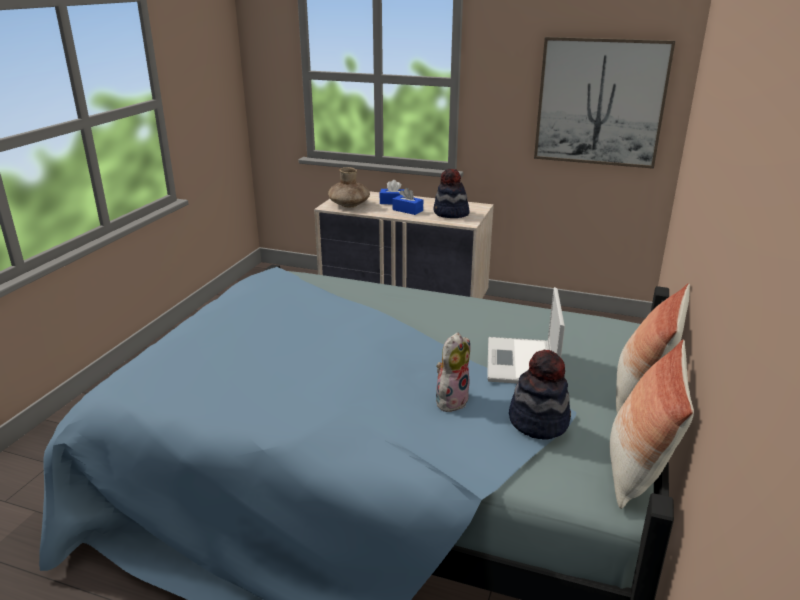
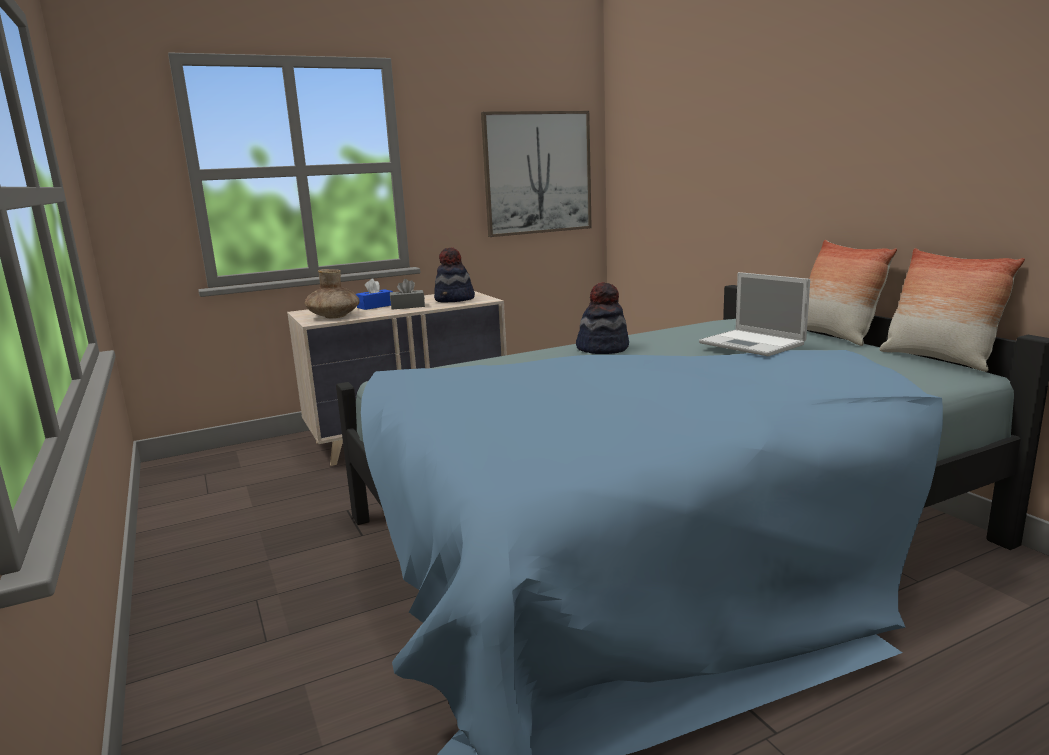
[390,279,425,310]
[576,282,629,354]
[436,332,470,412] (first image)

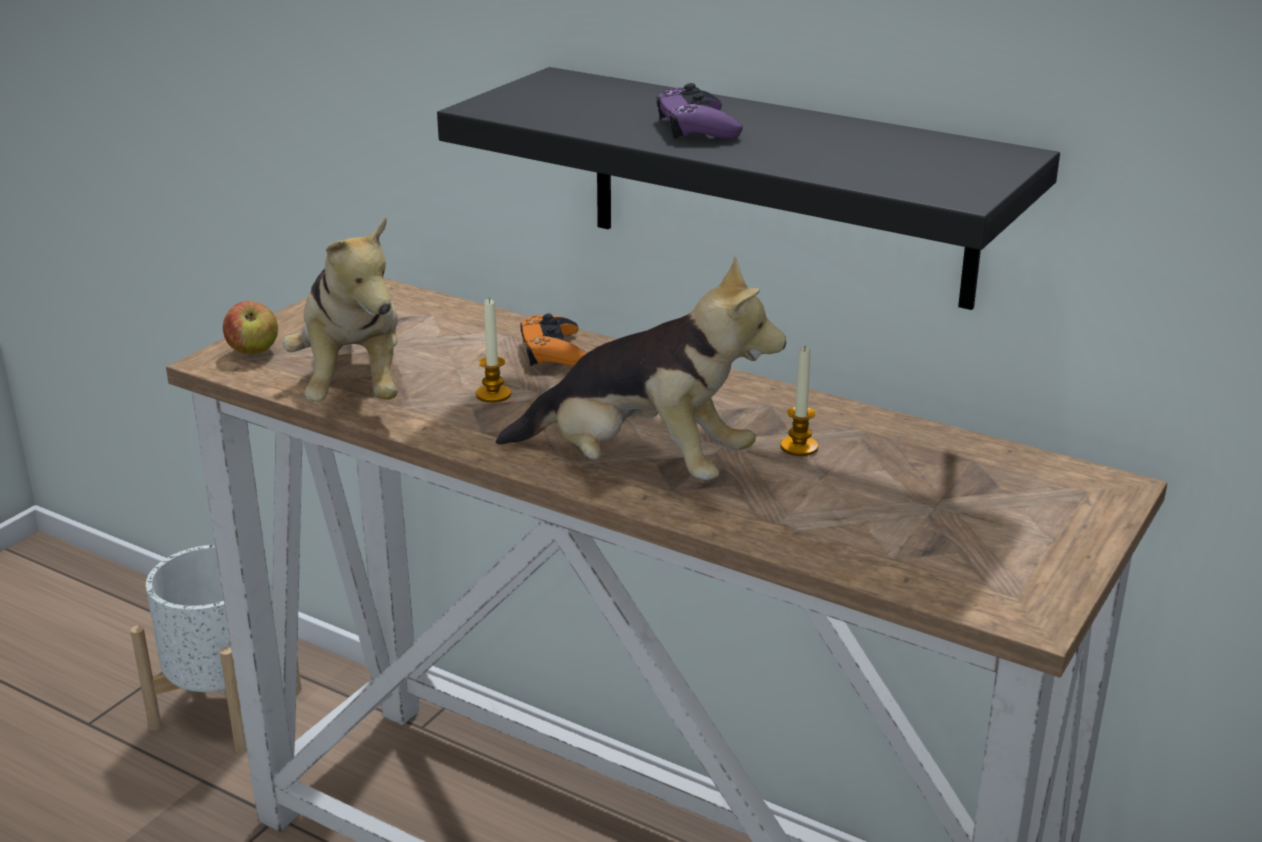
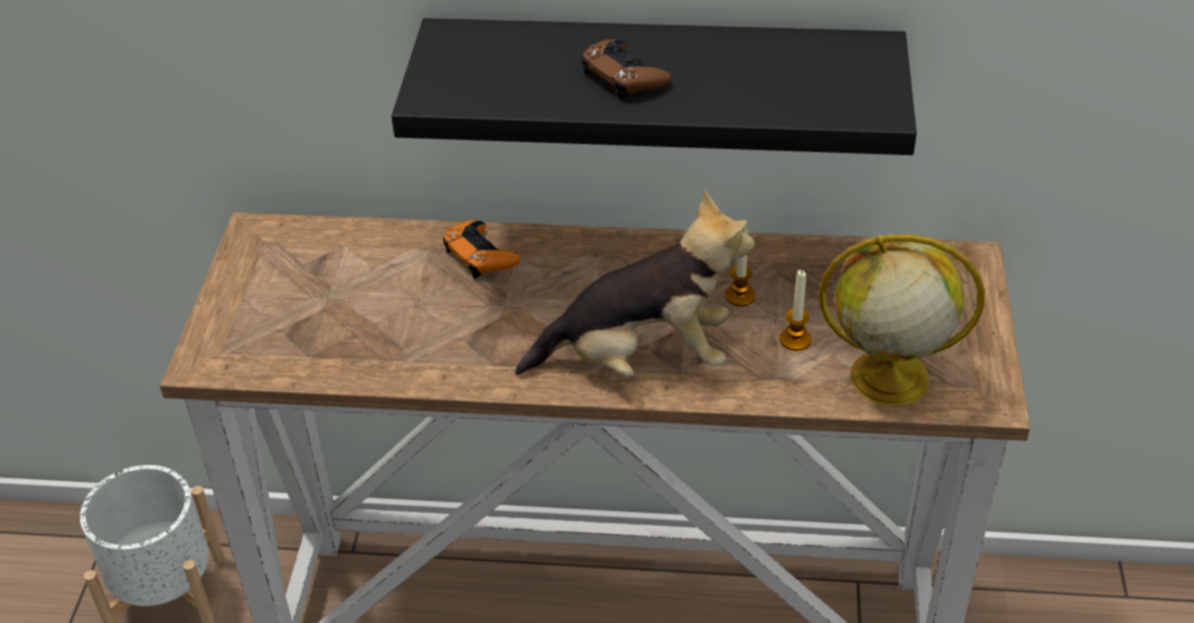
[581,39,671,100]
[780,270,811,351]
[819,234,985,406]
[223,301,278,354] (first image)
[282,217,398,401] (first image)

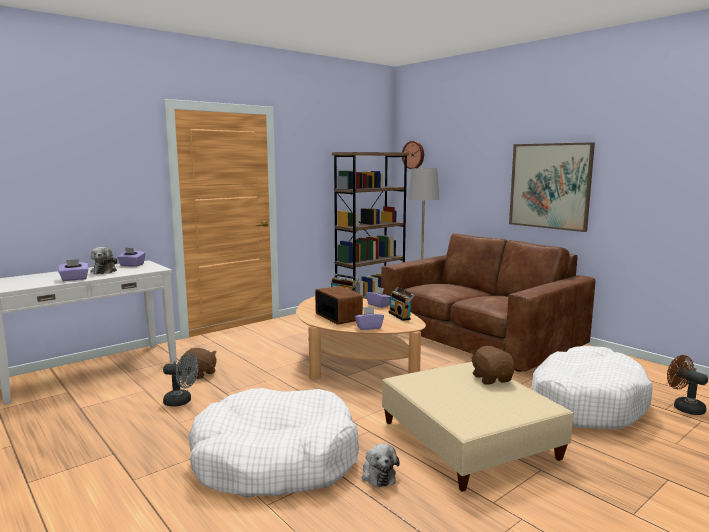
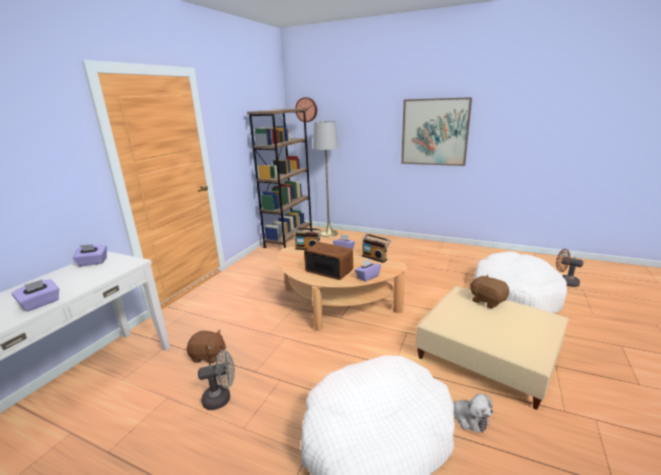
[91,247,117,274] (first image)
[381,233,595,372] (first image)

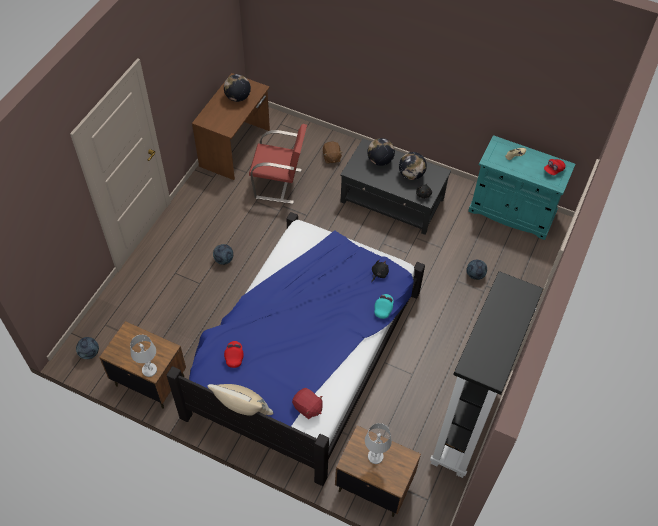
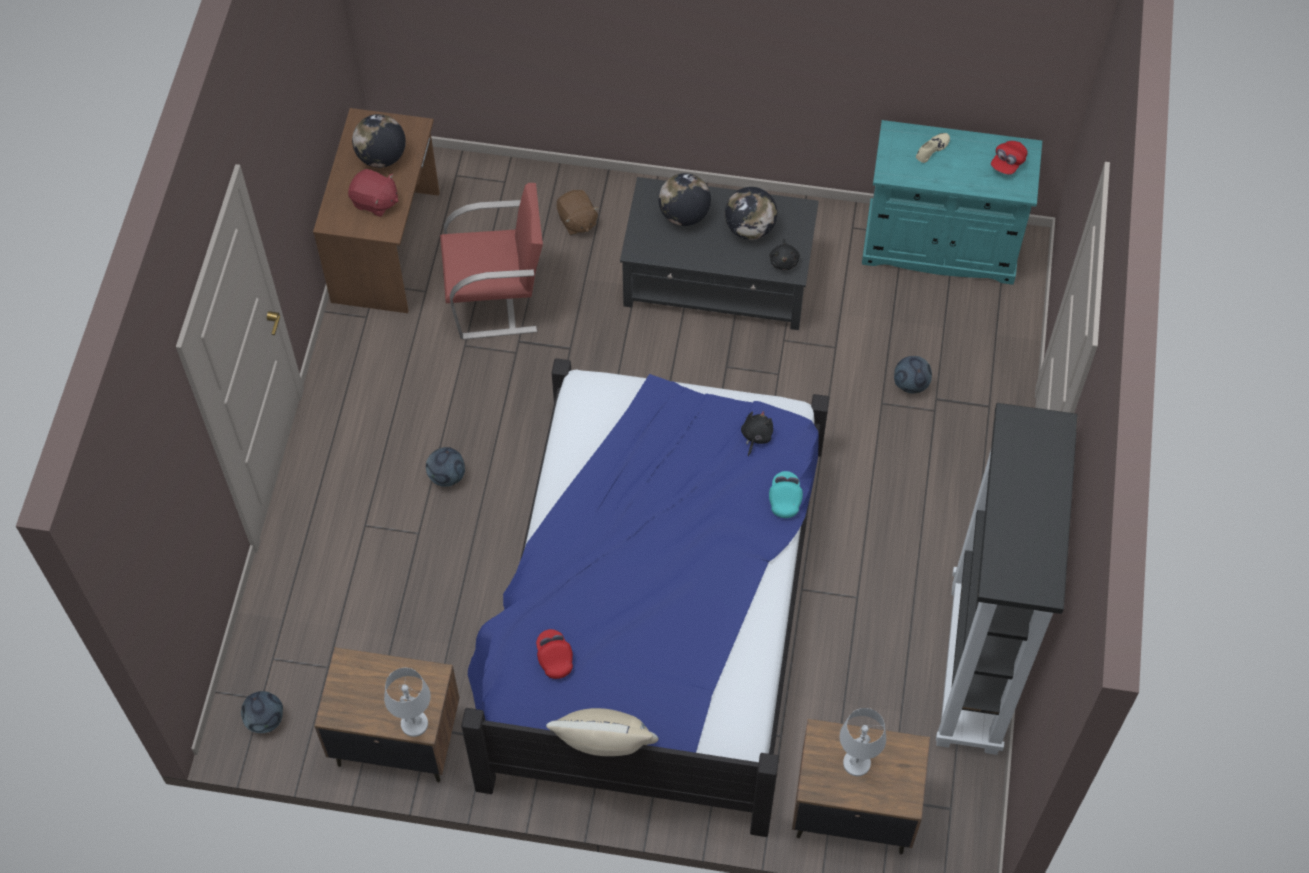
[348,169,399,217]

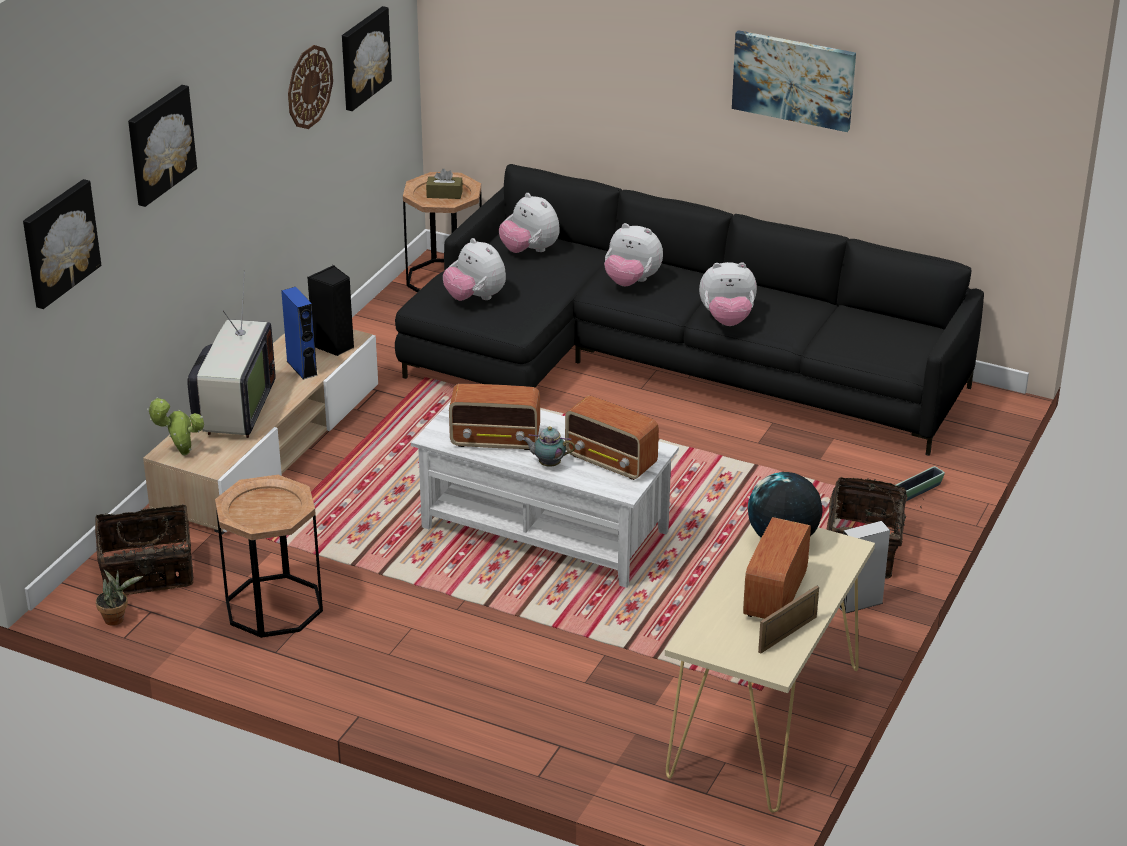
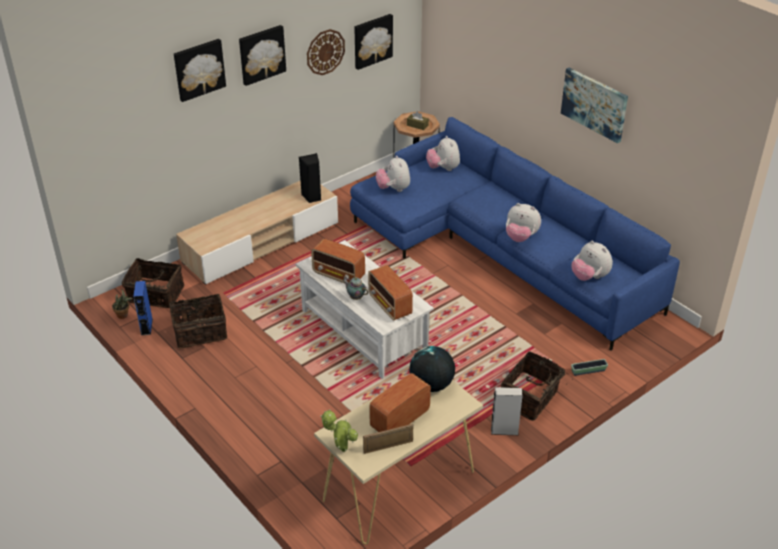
[133,281,153,335]
[169,294,227,348]
[239,25,286,86]
[320,410,358,452]
[350,117,680,351]
[571,241,613,281]
[187,270,275,438] (first image)

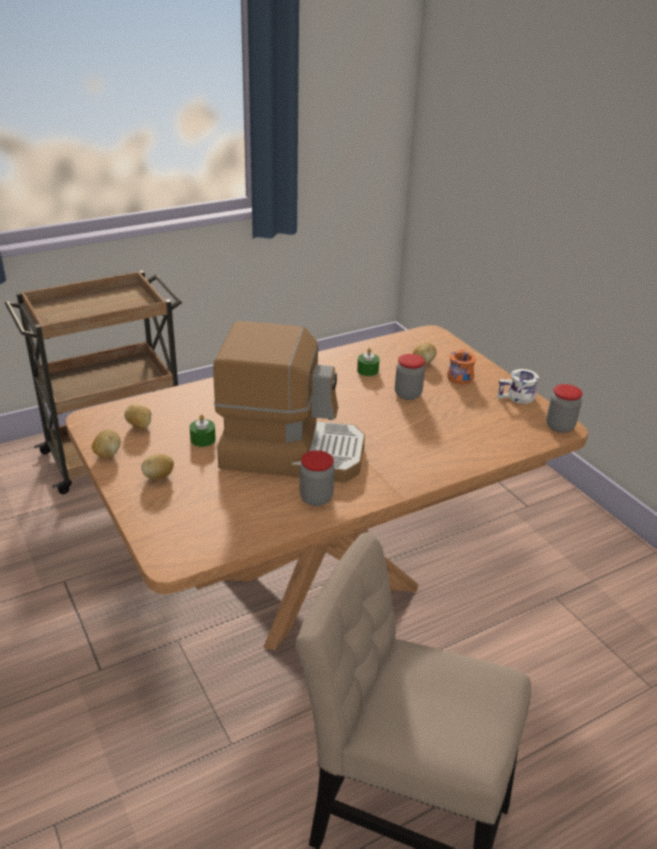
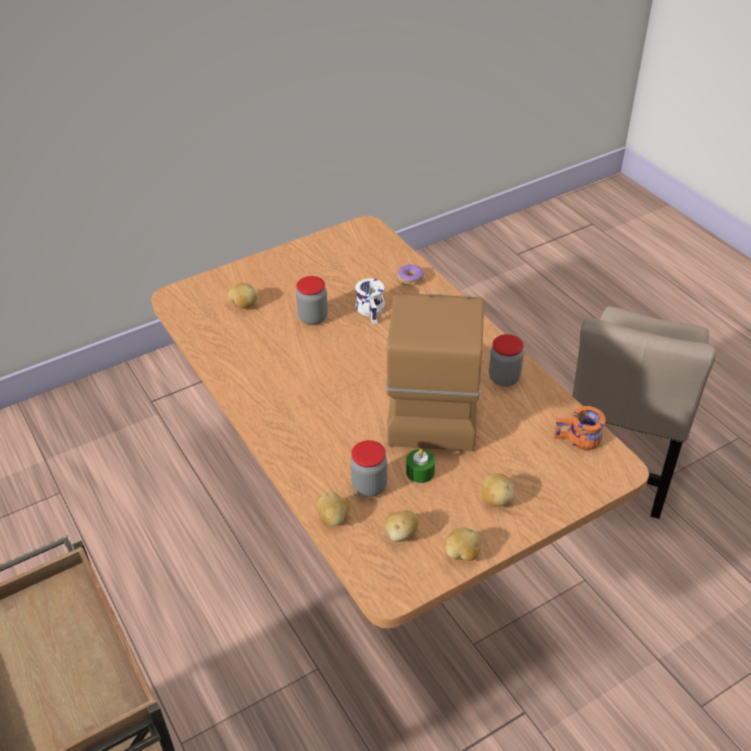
[317,492,350,526]
[350,440,387,497]
[355,278,385,324]
[398,264,424,286]
[554,406,606,450]
[357,348,380,376] (first image)

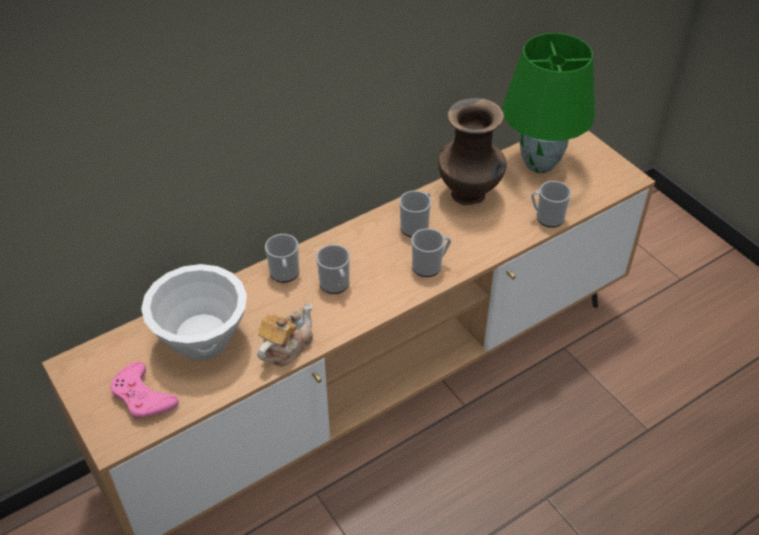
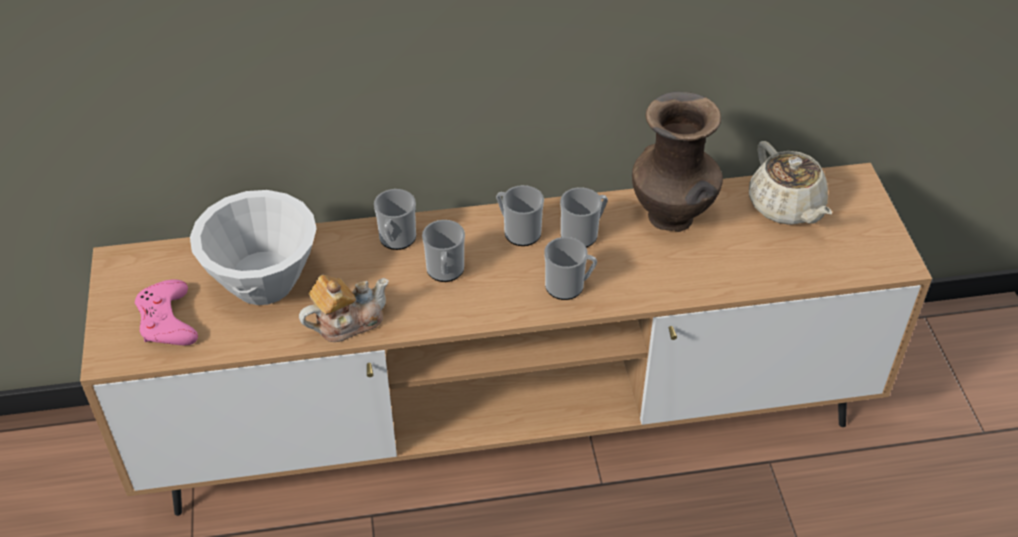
[496,185,544,246]
[749,141,832,225]

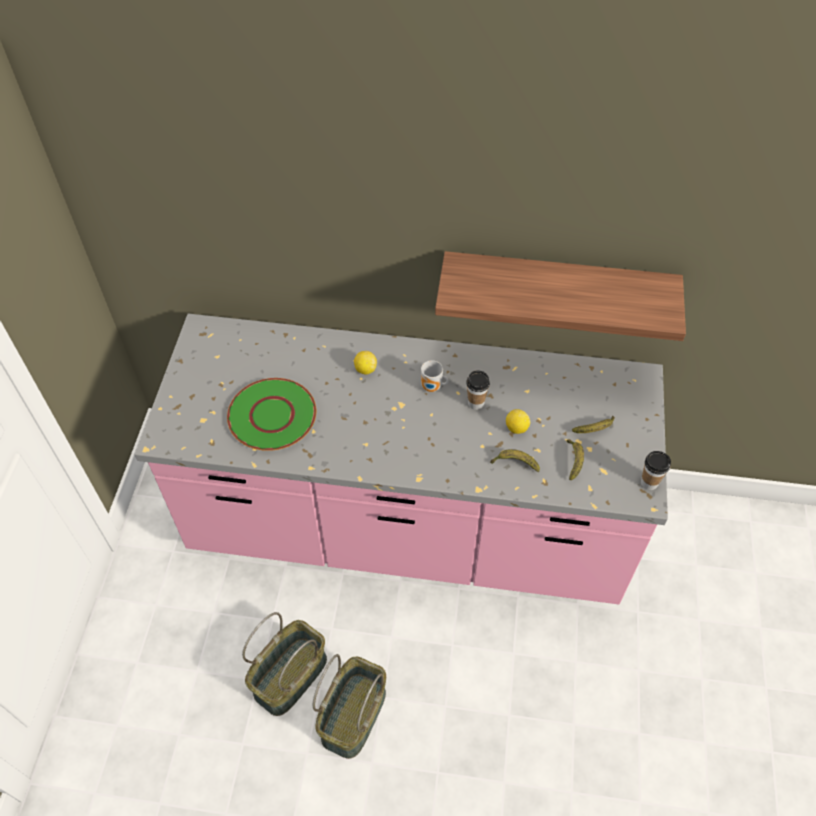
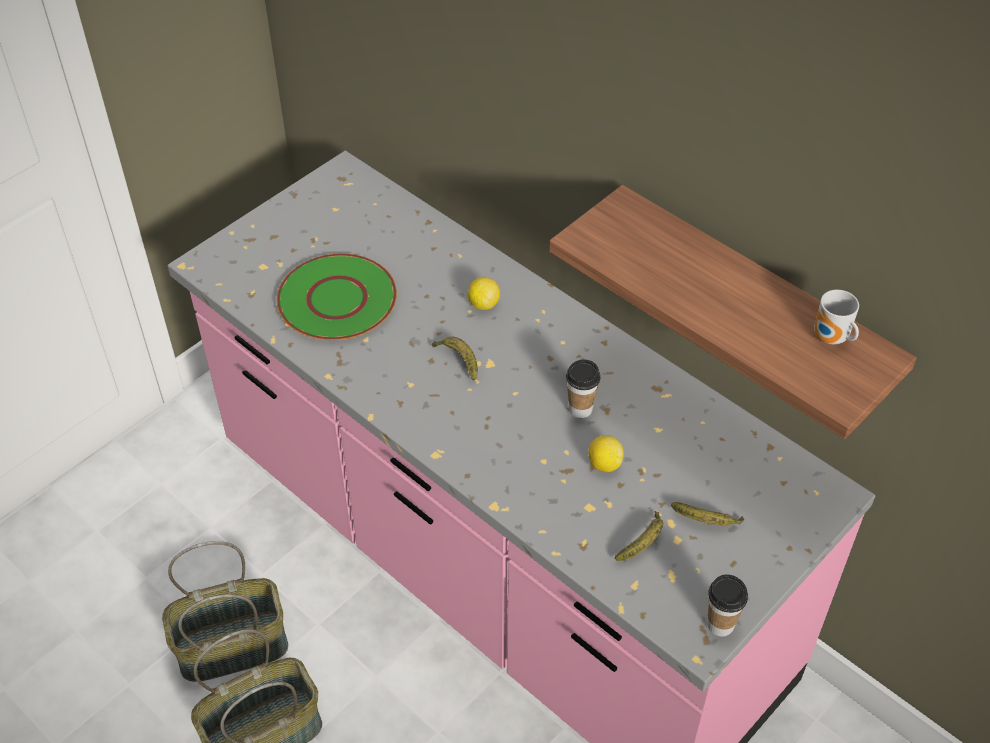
[431,337,478,381]
[814,290,859,344]

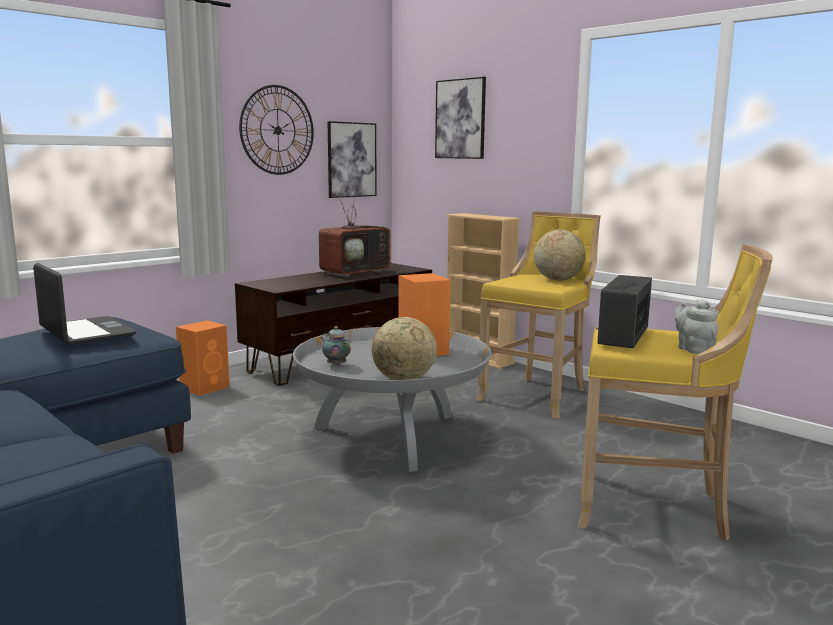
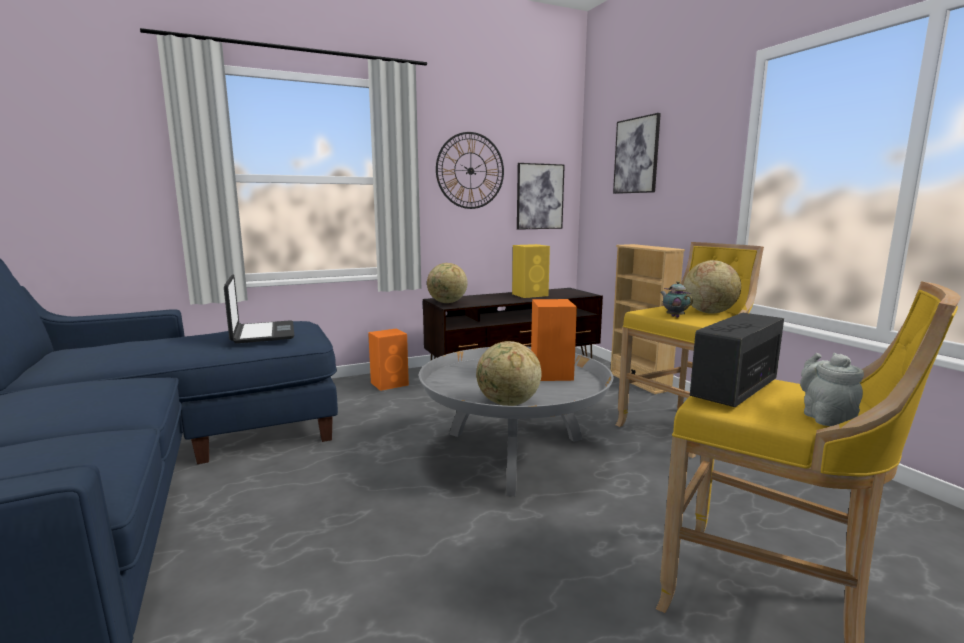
[427,263,467,303]
[512,244,550,298]
[660,281,693,318]

